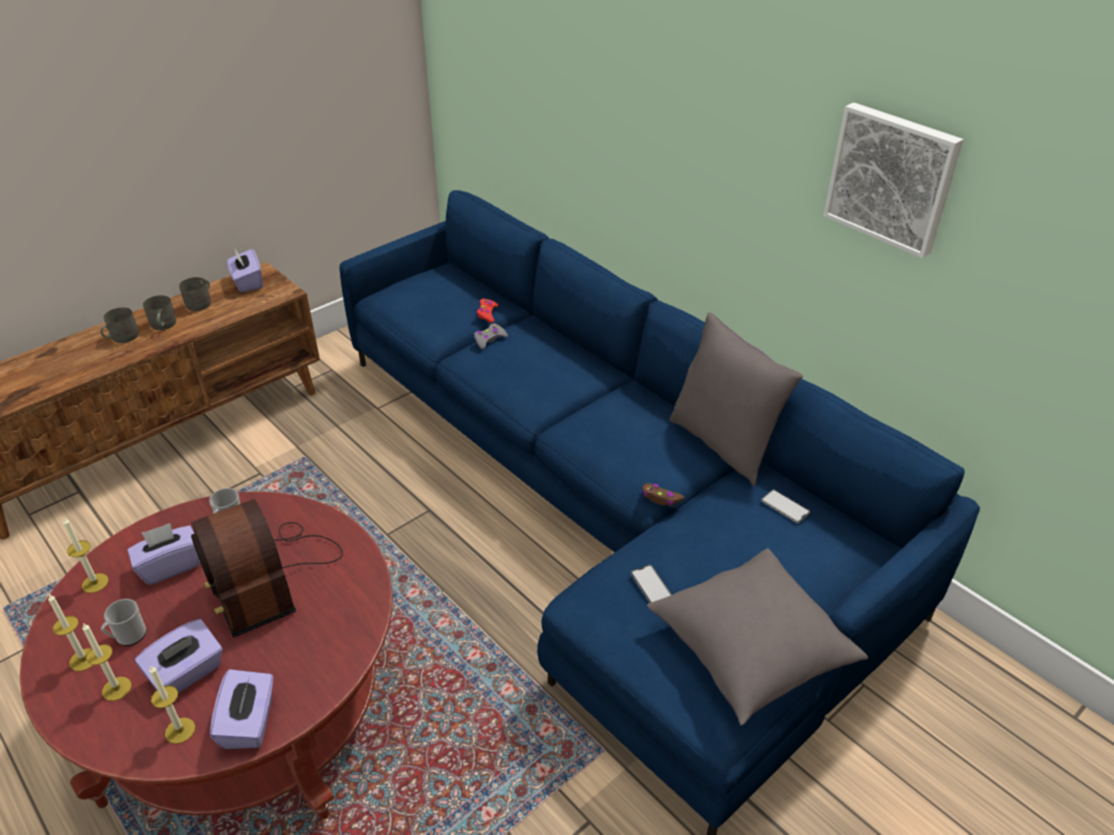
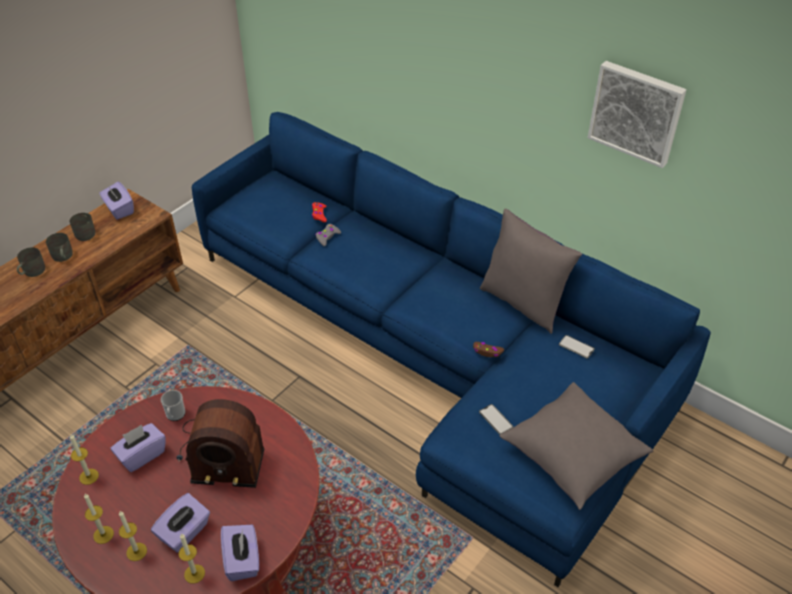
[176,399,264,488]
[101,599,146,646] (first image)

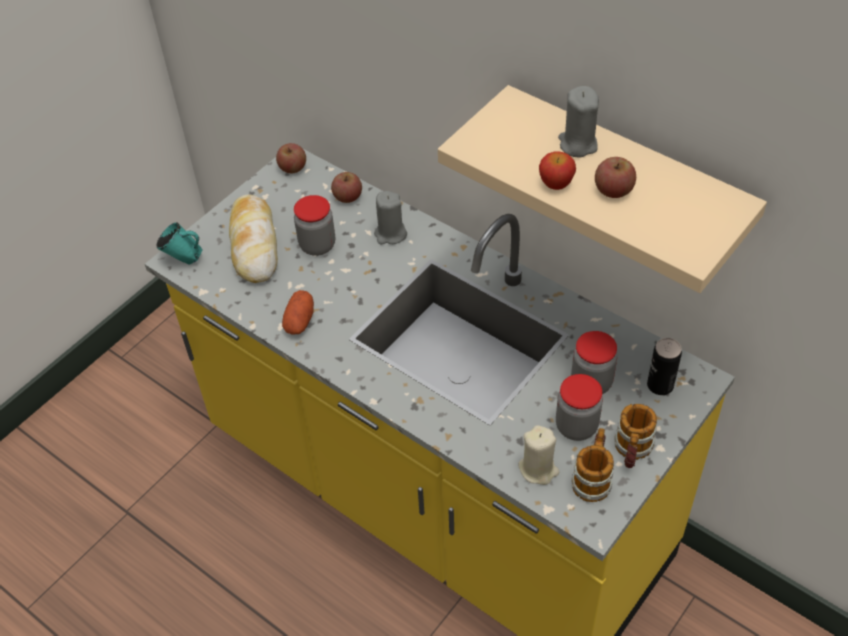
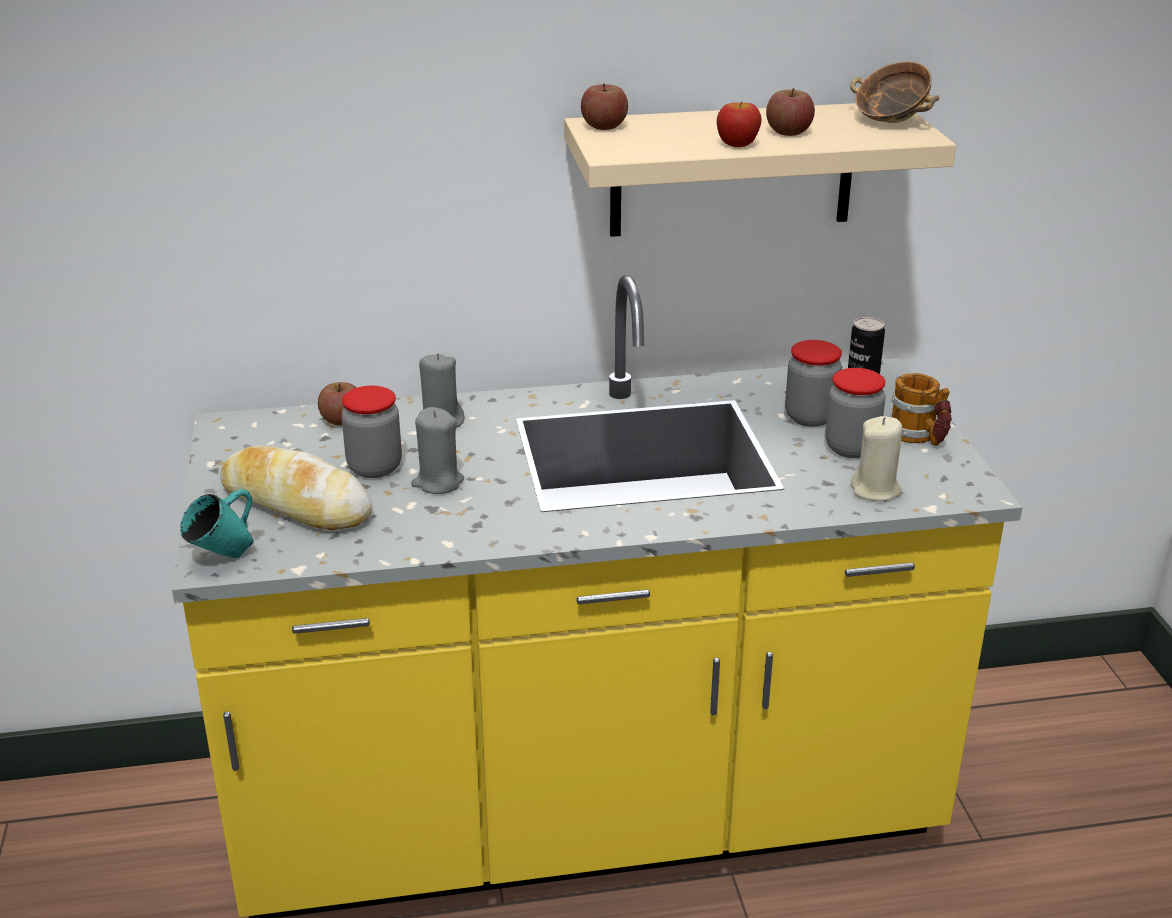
[411,407,464,494]
[581,84,628,130]
[850,62,939,123]
[282,290,314,335] (first image)
[571,428,614,502] (first image)

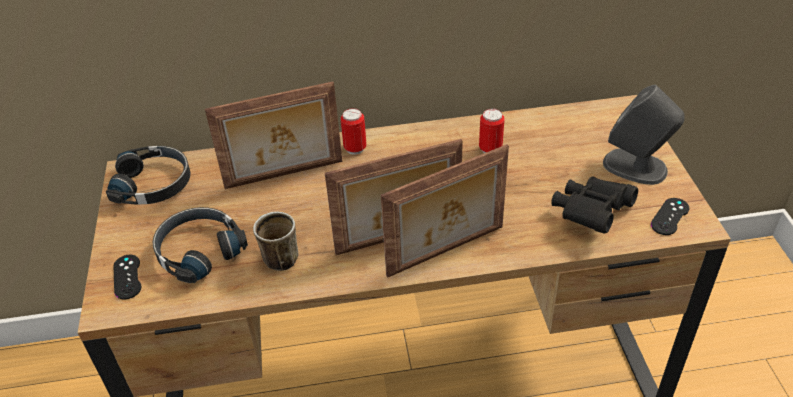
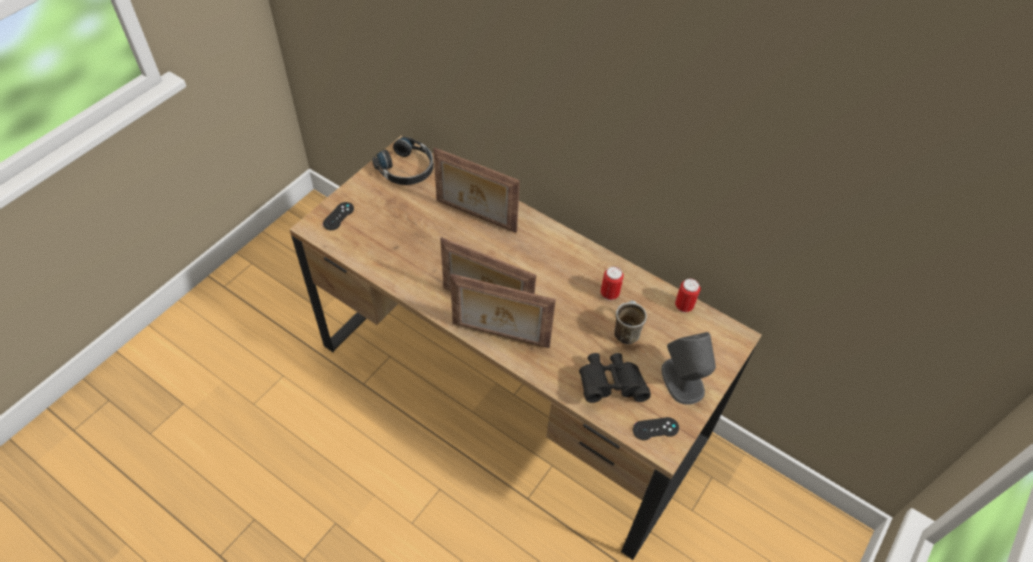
[614,300,647,344]
[675,278,701,313]
[153,207,248,283] (first image)

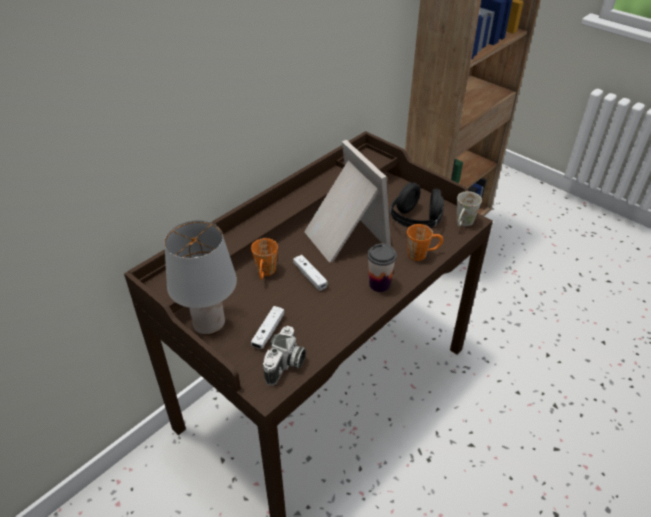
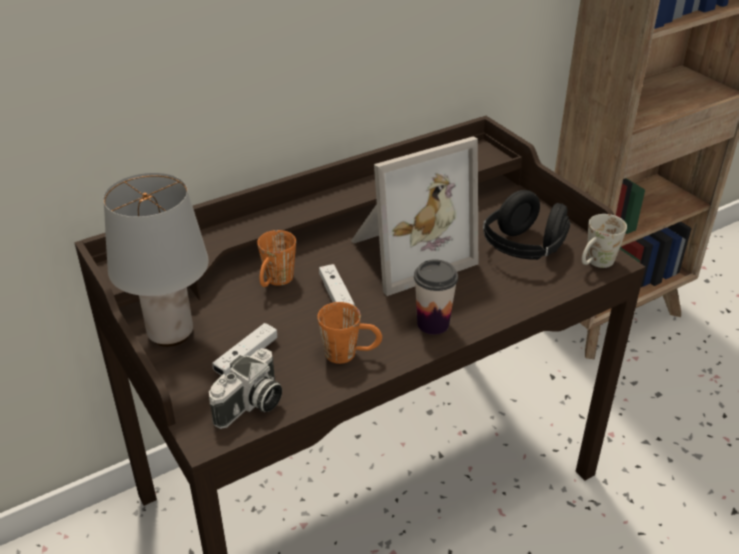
[317,302,382,364]
[351,137,478,296]

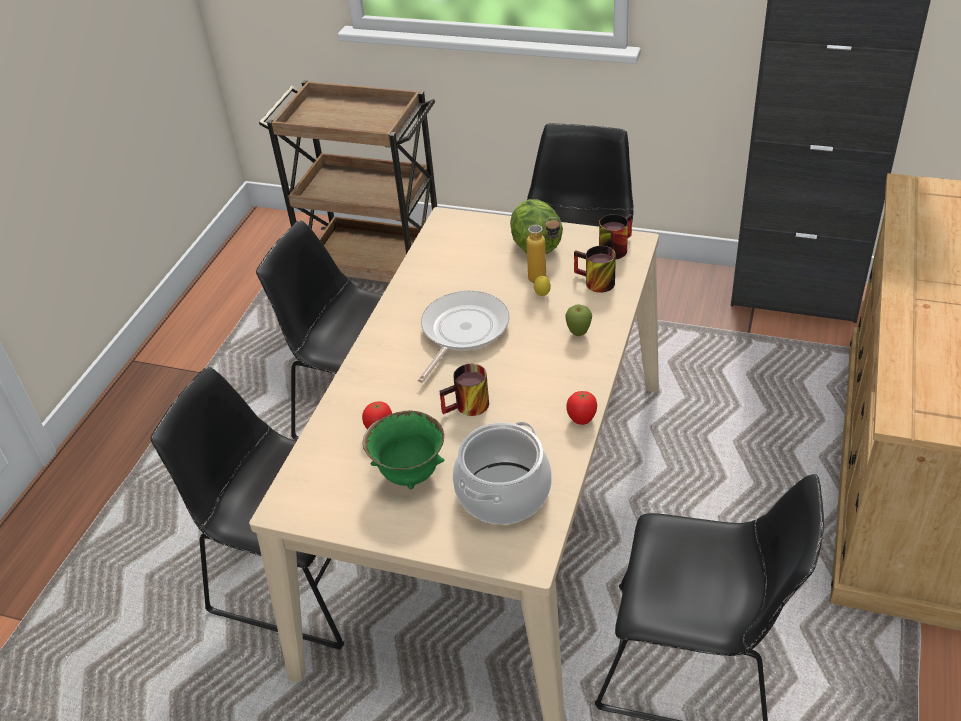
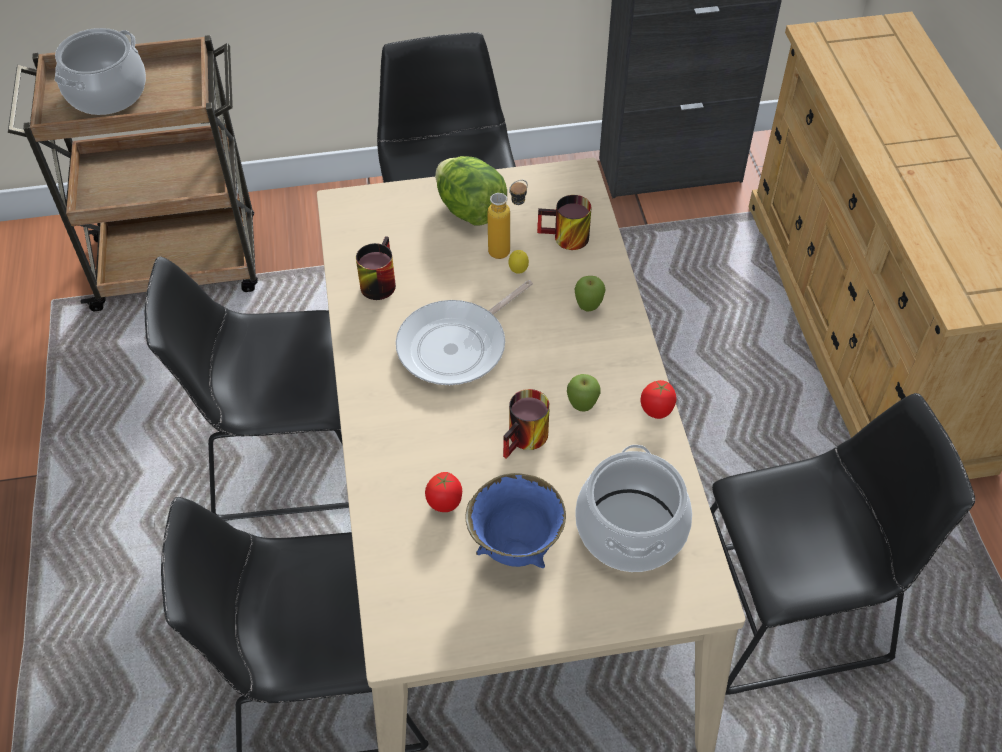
[55,28,146,115]
[356,236,396,300]
[396,280,533,385]
[466,473,566,568]
[567,374,601,411]

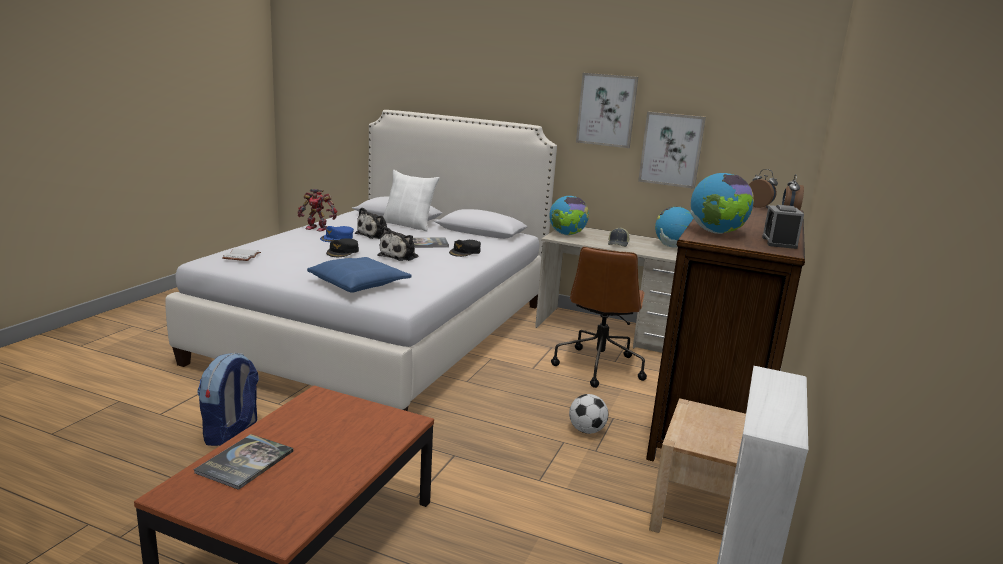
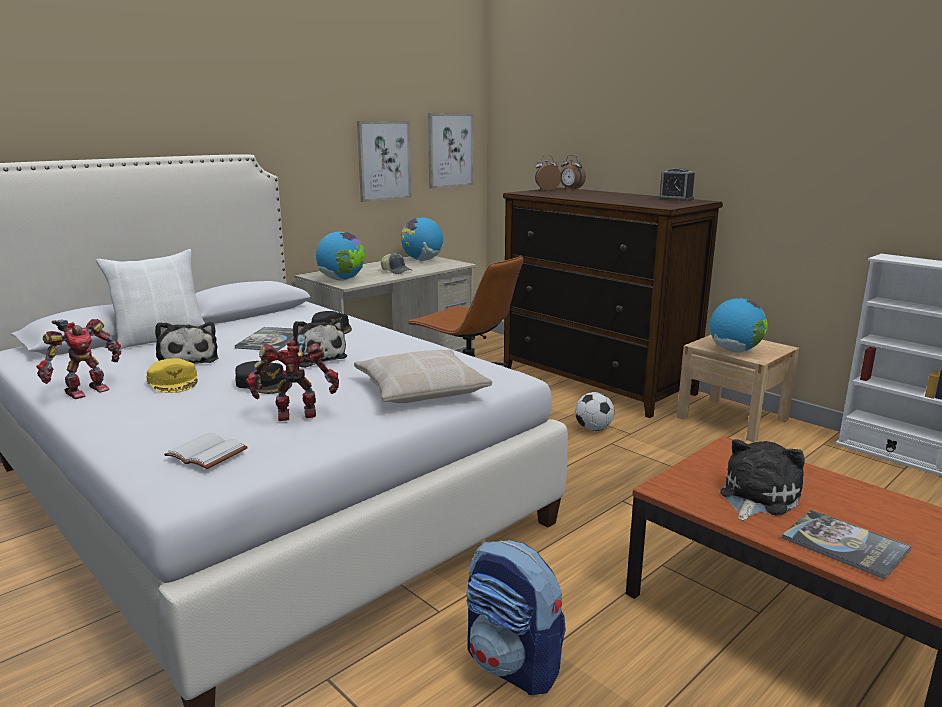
[146,358,198,393]
[246,334,339,421]
[354,350,492,403]
[428,113,473,189]
[710,298,768,353]
[720,439,805,521]

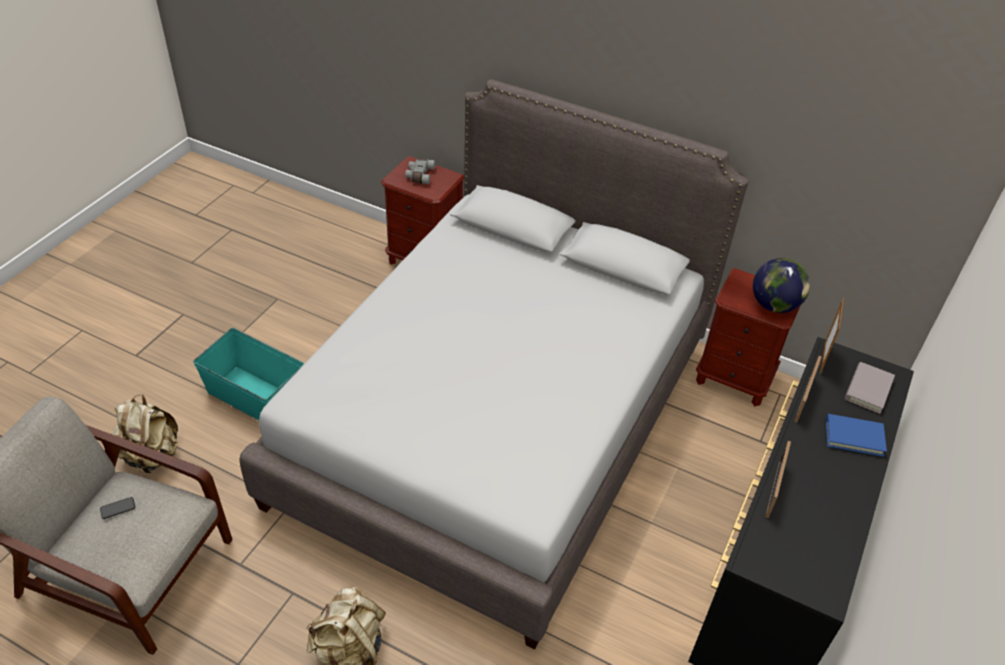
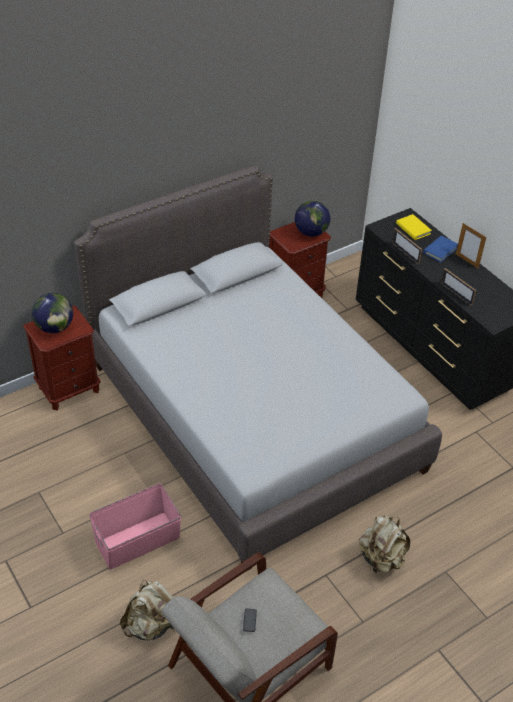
[32,293,73,333]
[89,483,181,570]
[396,214,432,240]
[456,223,486,269]

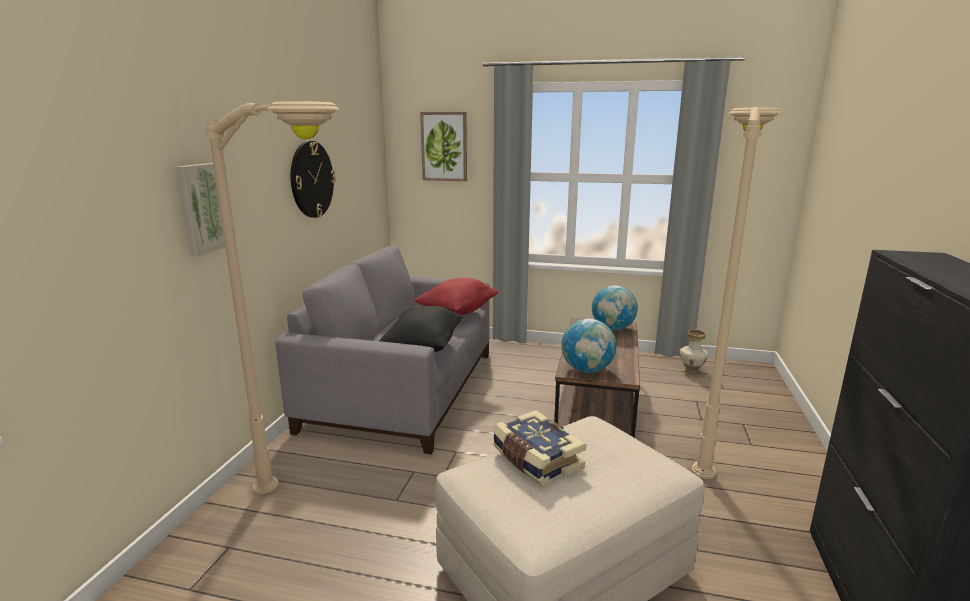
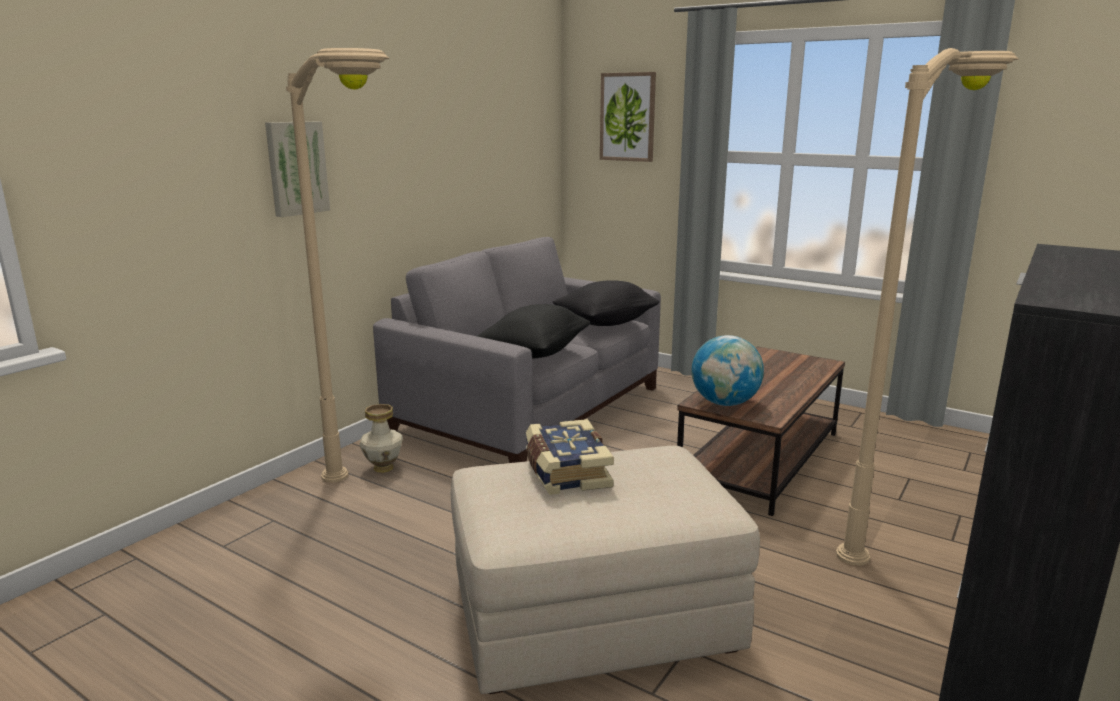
[360,404,403,473]
[553,280,659,326]
[291,141,336,218] (first image)
[592,285,638,330] (first image)

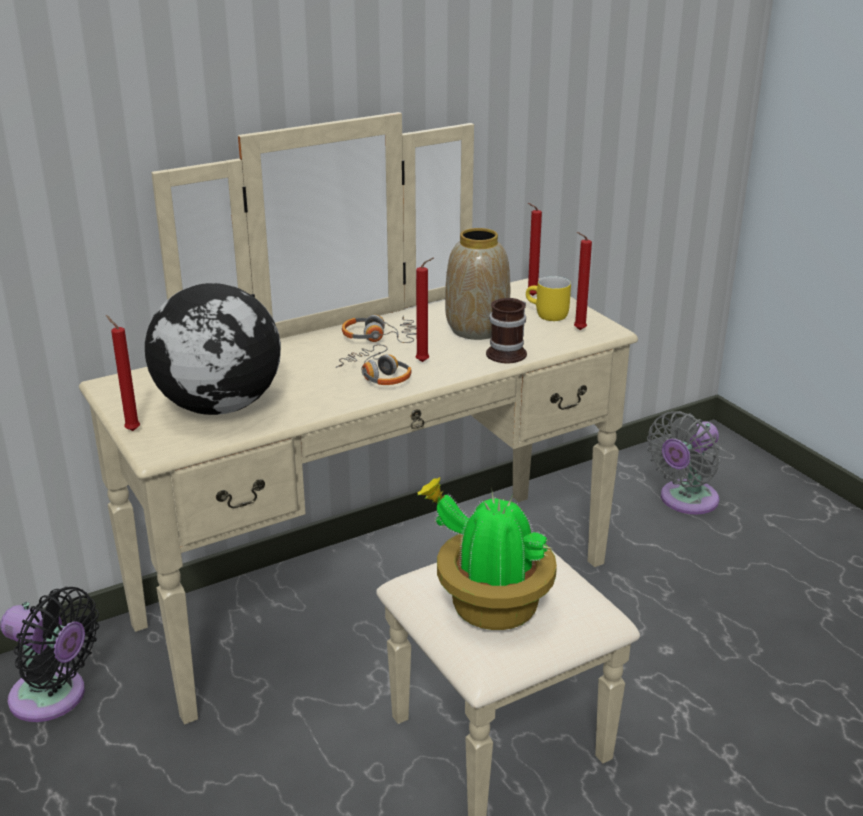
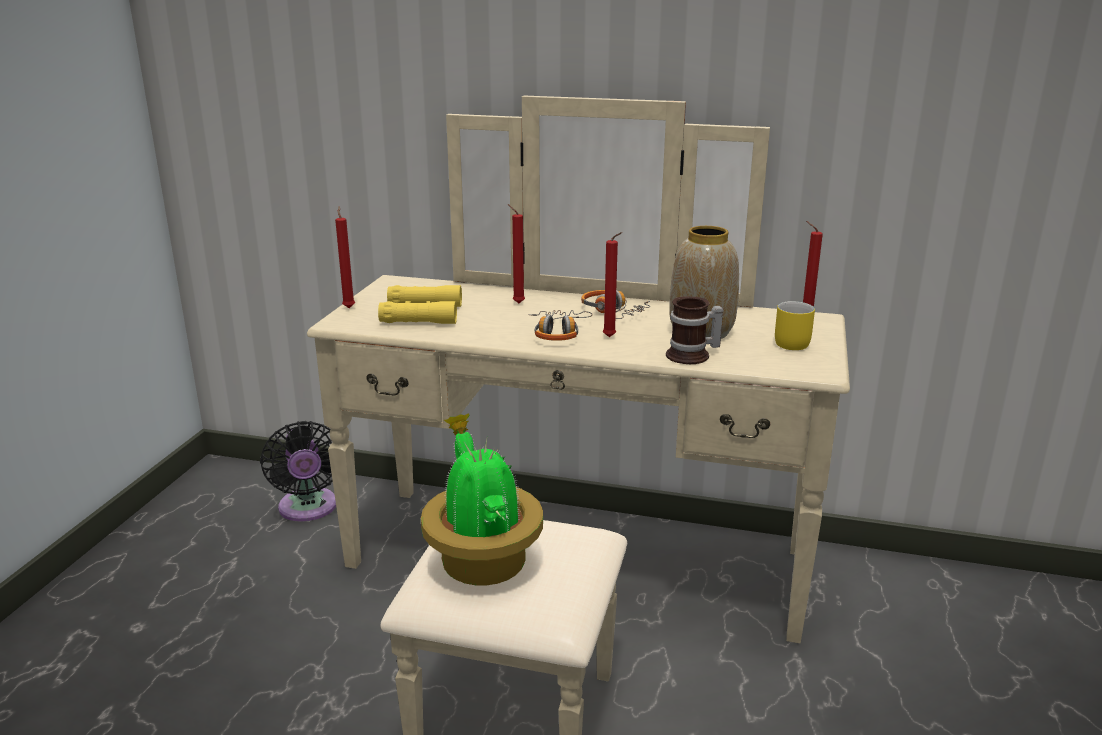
[378,285,462,324]
[508,204,525,303]
[647,411,720,514] (first image)

